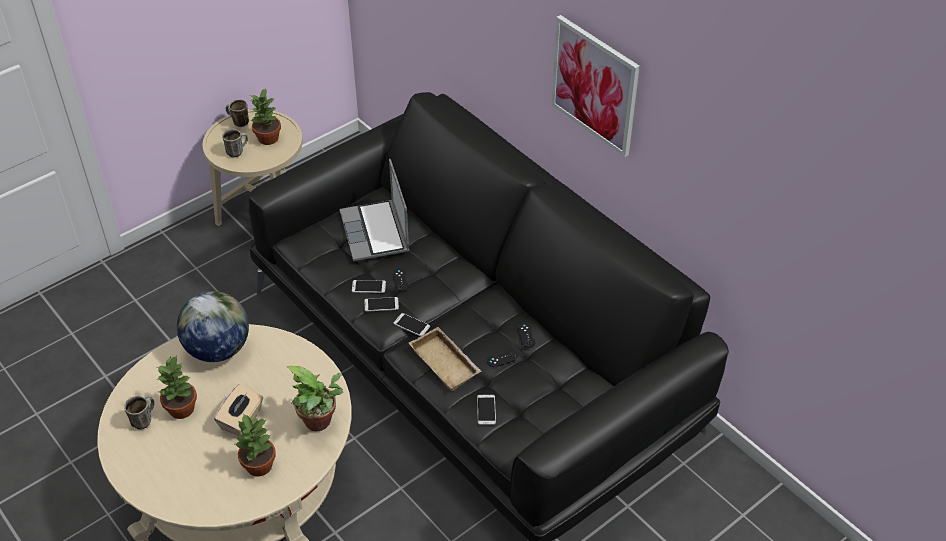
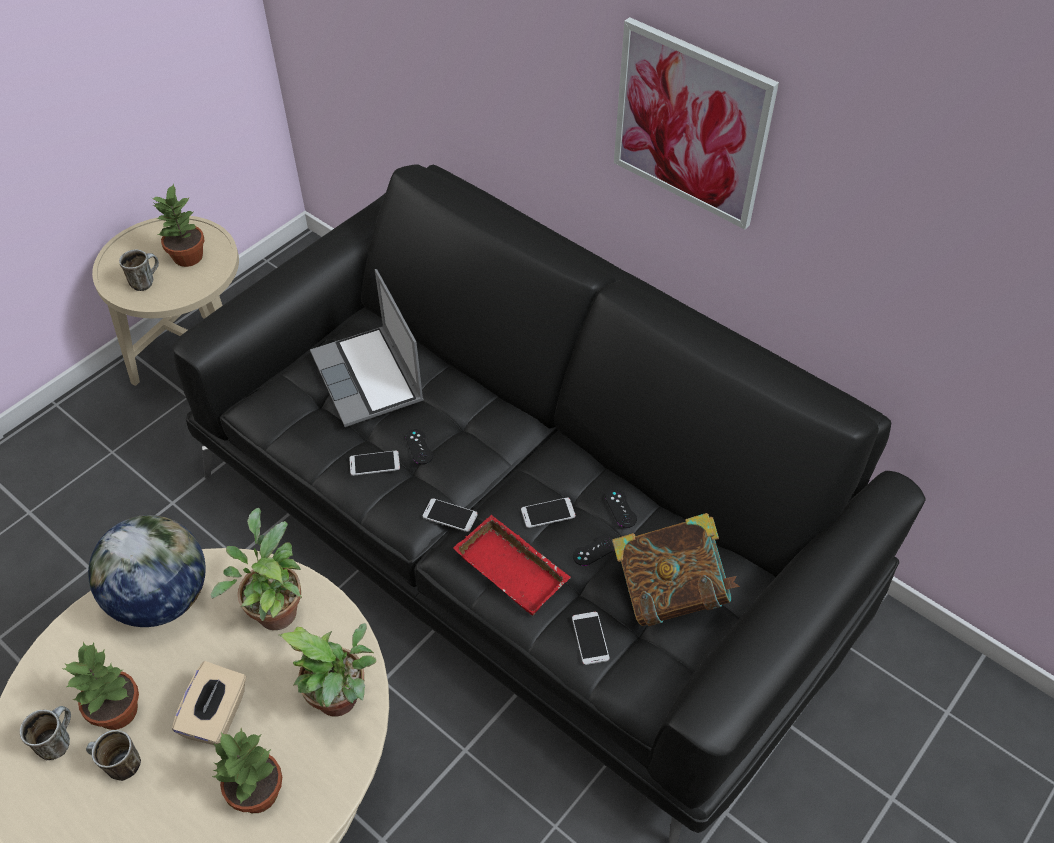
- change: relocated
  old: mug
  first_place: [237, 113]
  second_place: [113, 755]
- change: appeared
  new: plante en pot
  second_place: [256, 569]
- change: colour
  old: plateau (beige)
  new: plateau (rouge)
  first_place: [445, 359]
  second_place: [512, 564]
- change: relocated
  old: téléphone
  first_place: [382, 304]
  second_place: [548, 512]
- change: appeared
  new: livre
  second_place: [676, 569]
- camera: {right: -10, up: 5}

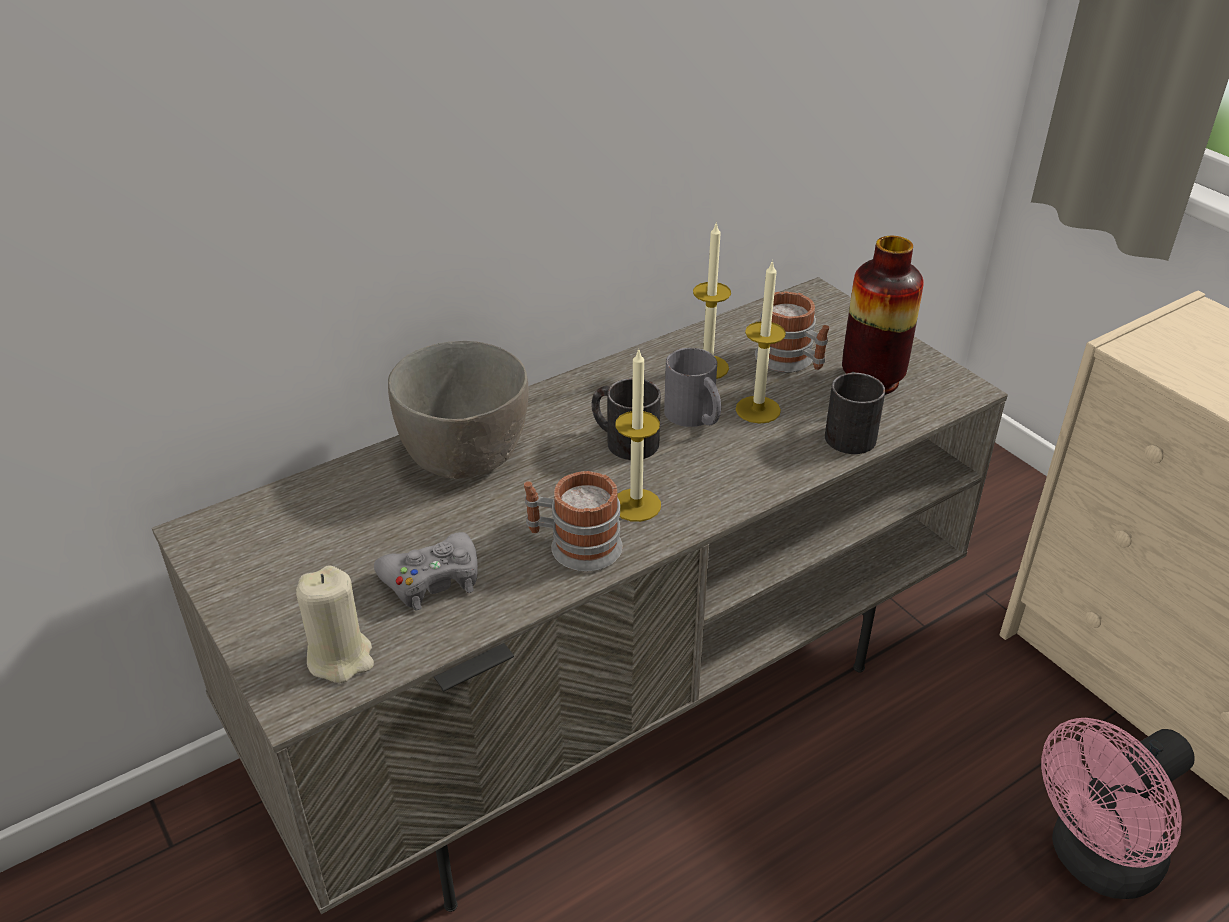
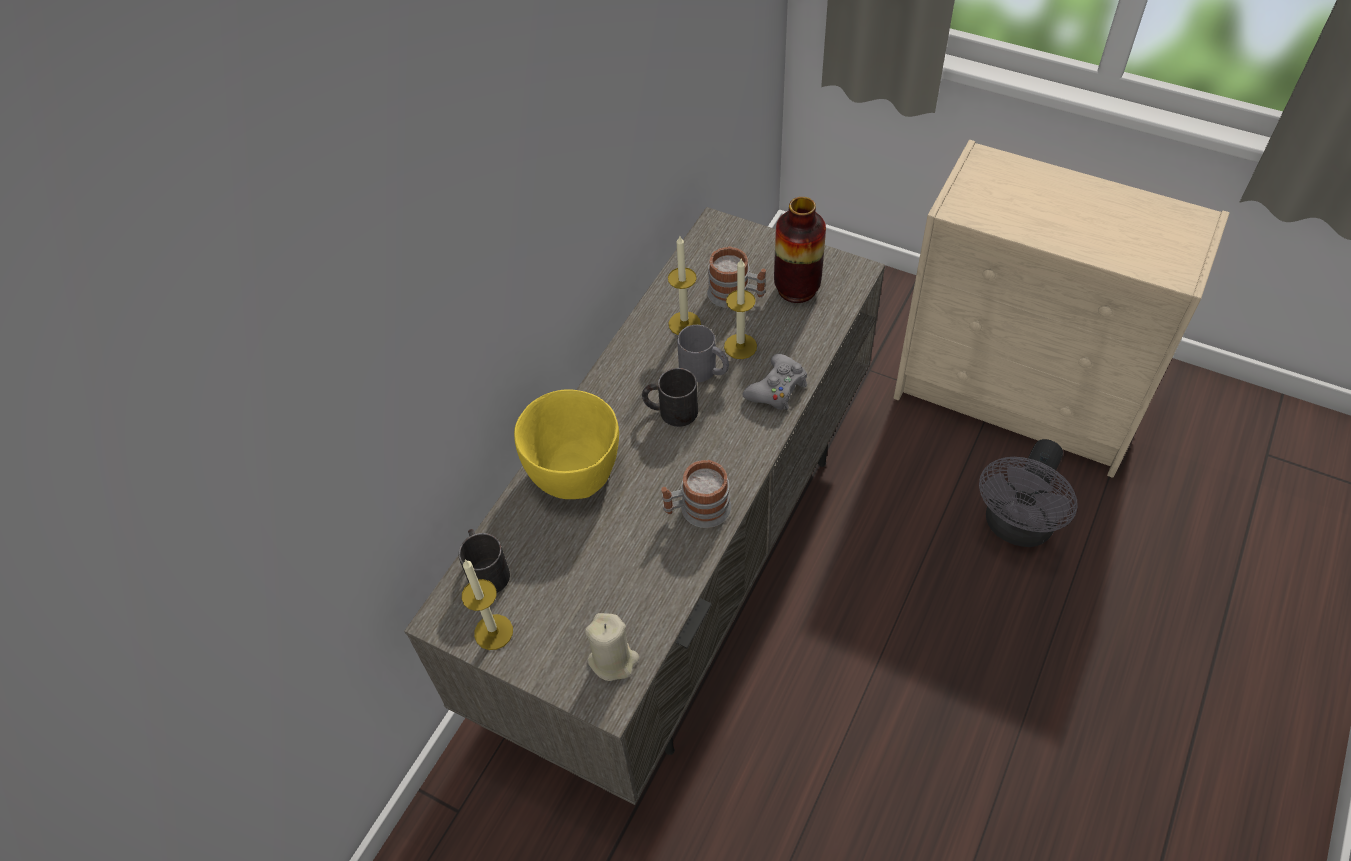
- change: relocated
  old: mug (noir)
  first_place: [855, 413]
  second_place: [484, 561]
- change: relocated
  old: bougie
  first_place: [638, 435]
  second_place: [487, 604]
- change: colour
  old: bol (gris)
  new: bol (jaune)
  first_place: [458, 410]
  second_place: [566, 444]
- change: relocated
  old: manette (gris)
  first_place: [426, 571]
  second_place: [774, 381]
- change: colour
  old: ventilateur (rose)
  new: ventilateur (gris)
  first_place: [1118, 808]
  second_place: [1028, 493]
- camera: {right: -25, up: 15}

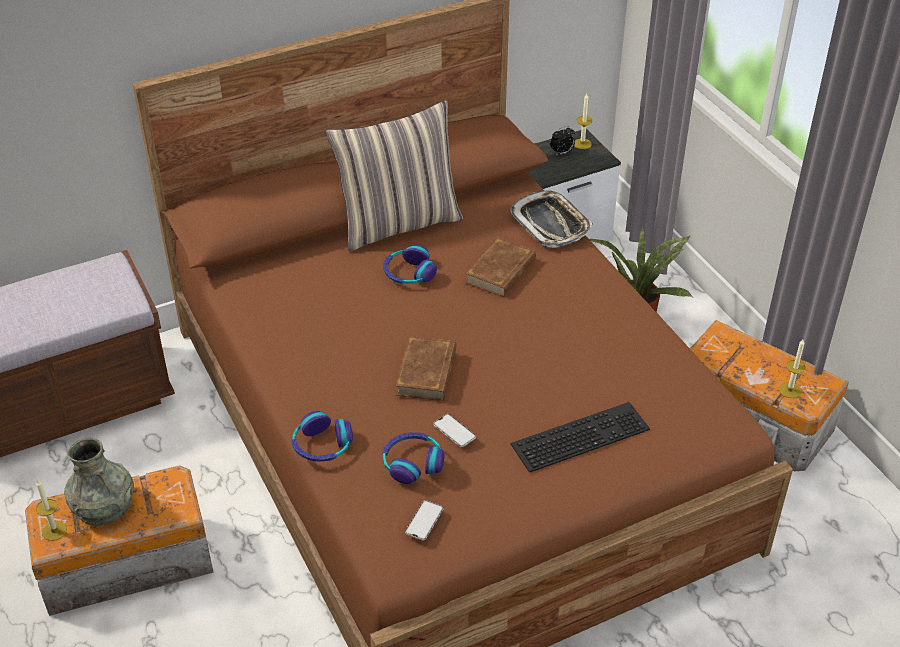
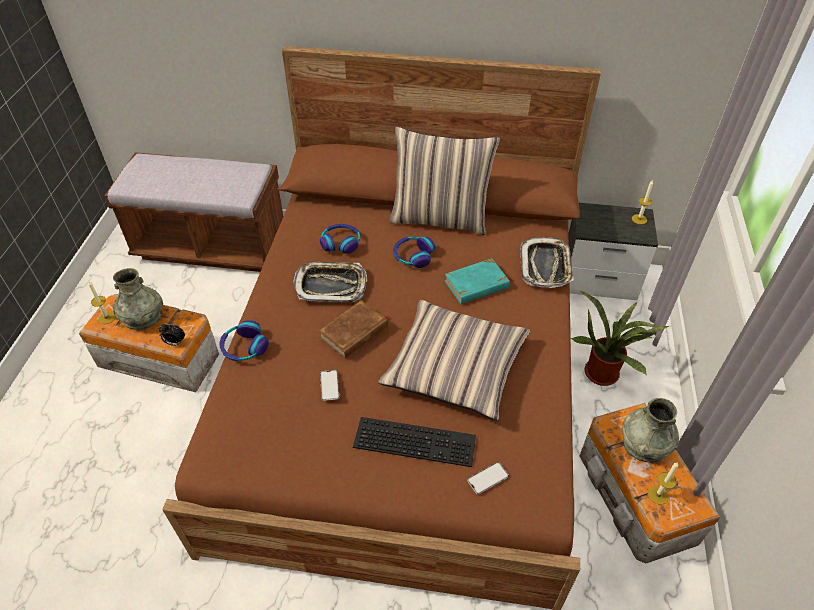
- change: relocated
  old: réveil
  first_place: [562, 141]
  second_place: [171, 335]
- change: appeared
  new: plateau
  second_place: [330, 282]
- change: relocated
  old: casque audio
  first_place: [413, 458]
  second_place: [340, 239]
- change: appeared
  new: coussin
  second_place: [454, 360]
- change: colour
  old: livre (marron)
  new: livre (turquoise)
  first_place: [500, 267]
  second_place: [479, 281]
- change: relocated
  old: téléphone
  first_place: [424, 520]
  second_place: [488, 478]
- change: appeared
  new: vase (gris)
  second_place: [650, 430]
- camera: {right: 35, up: 5}

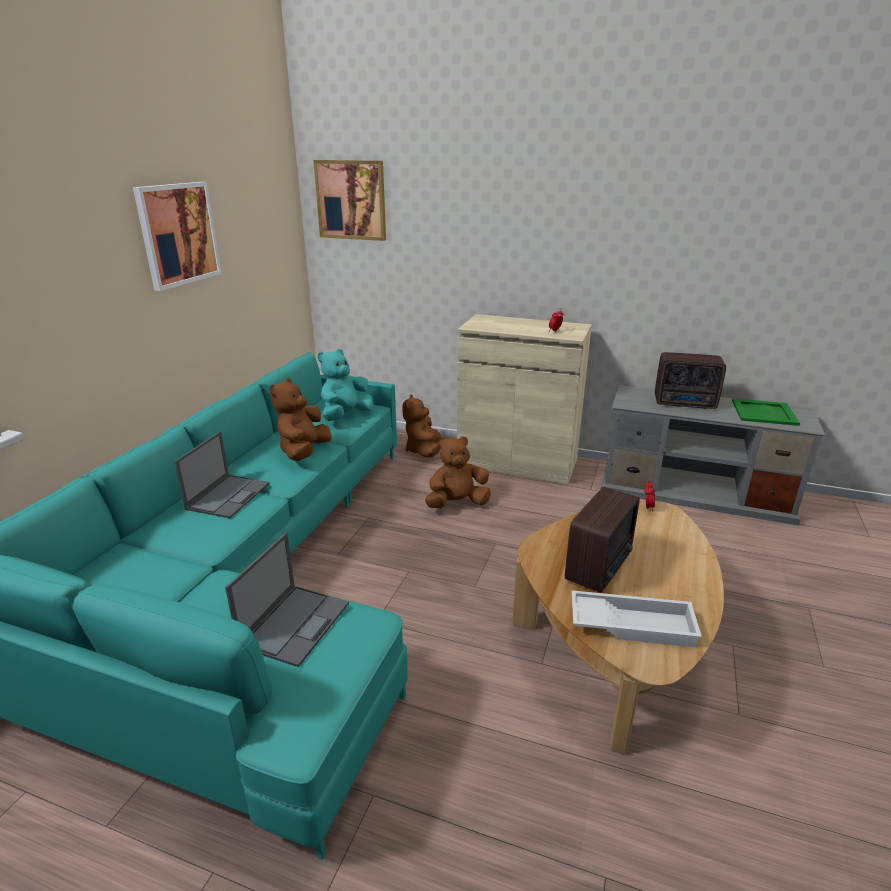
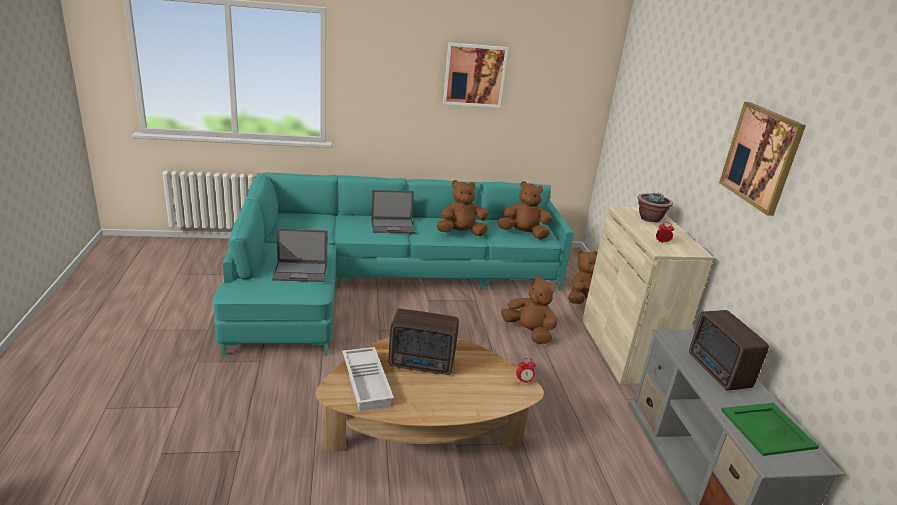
- change: colour
  old: peluche (turquoise)
  new: peluche (marron)
  first_place: [345, 385]
  second_place: [524, 210]
- change: appeared
  new: plante en pot
  second_place: [655, 207]
- change: relocated
  old: tableau
  first_place: [349, 200]
  second_place: [762, 159]
- camera: {right: 60, up: 0}

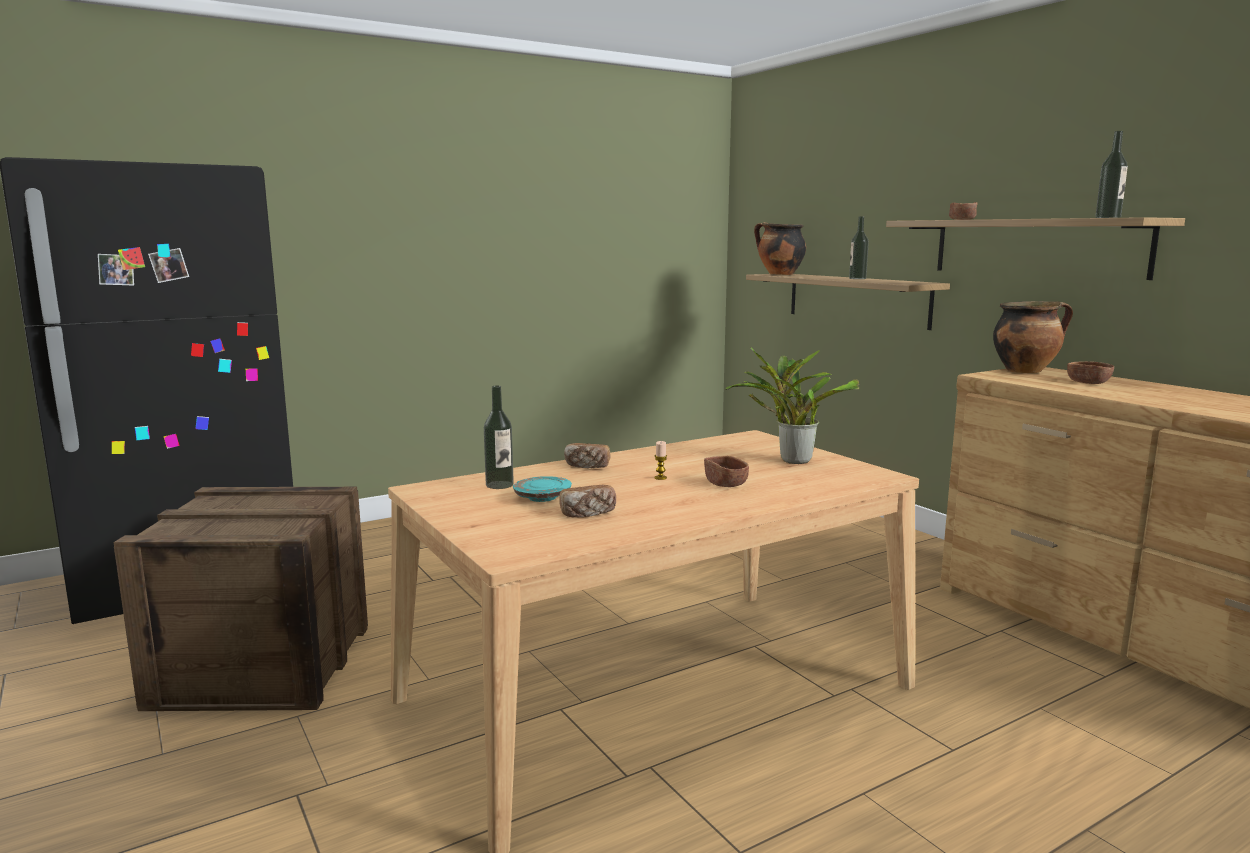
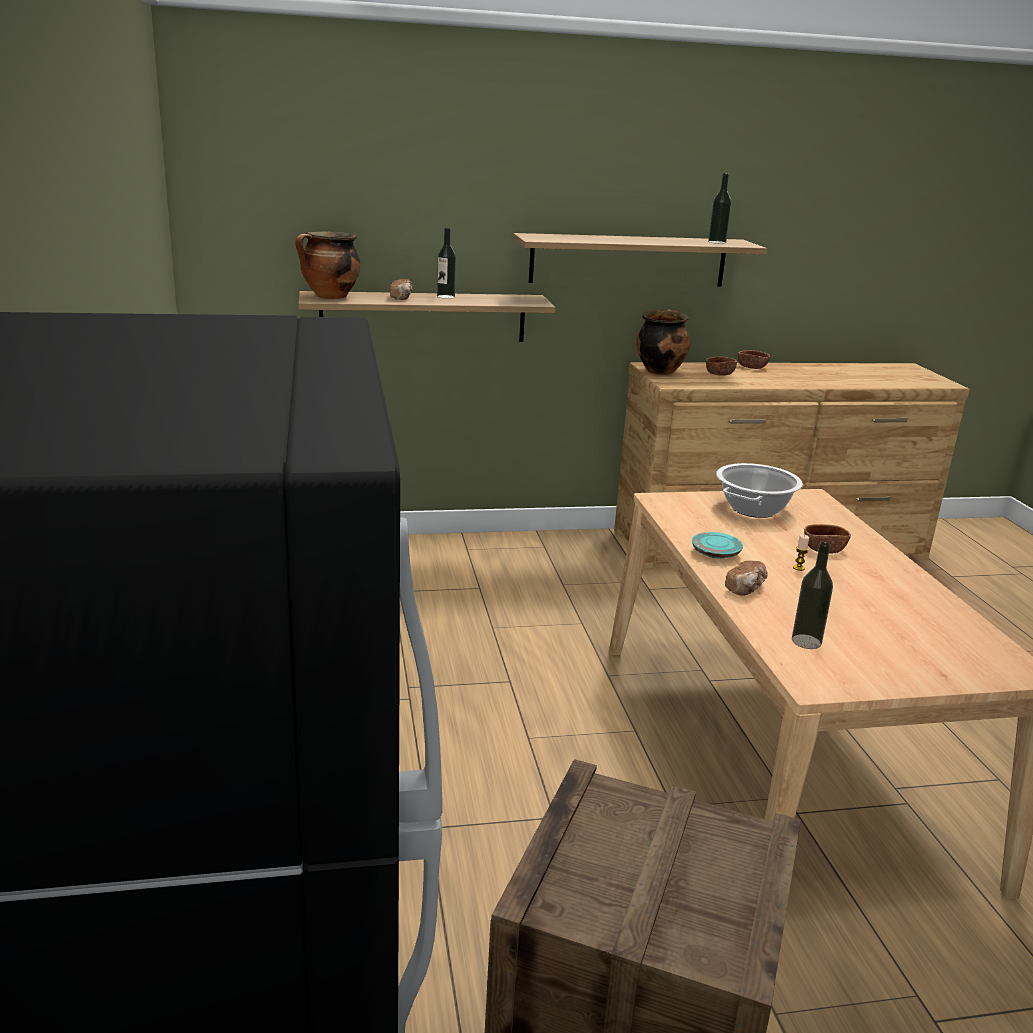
- change: relocated
  old: pain
  first_place: [587, 501]
  second_place: [401, 289]
- change: relocated
  old: assiette (turquoise)
  first_place: [542, 489]
  second_place: [717, 545]
- change: exchanged
  old: plante en pot
  new: marmite
  first_place: [792, 405]
  second_place: [759, 490]
- change: relocated
  old: bol (marron)
  first_place: [963, 211]
  second_place: [754, 359]
- camera: {right: -70, up: 10}

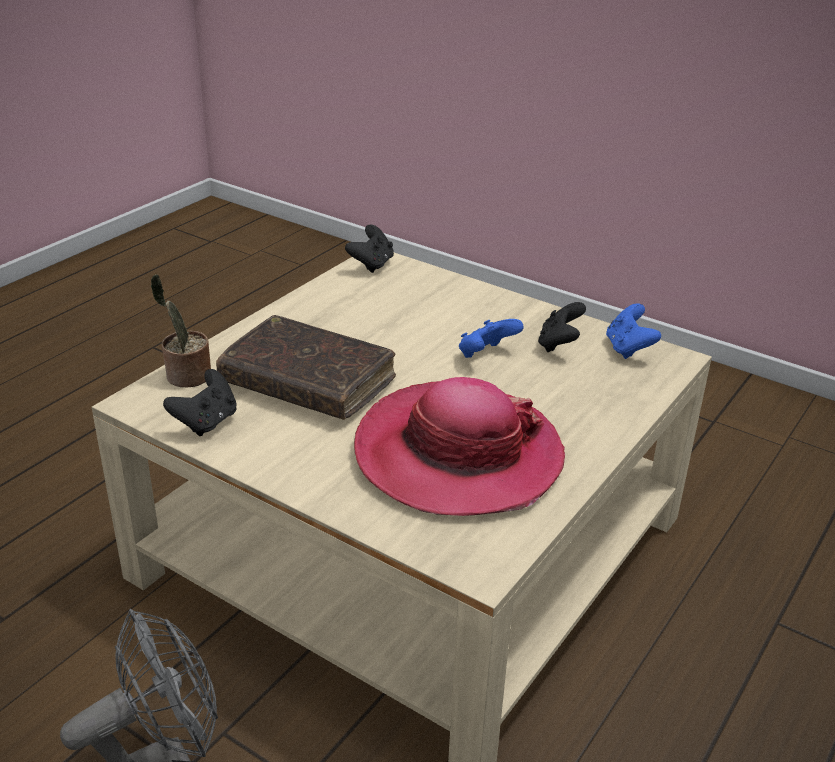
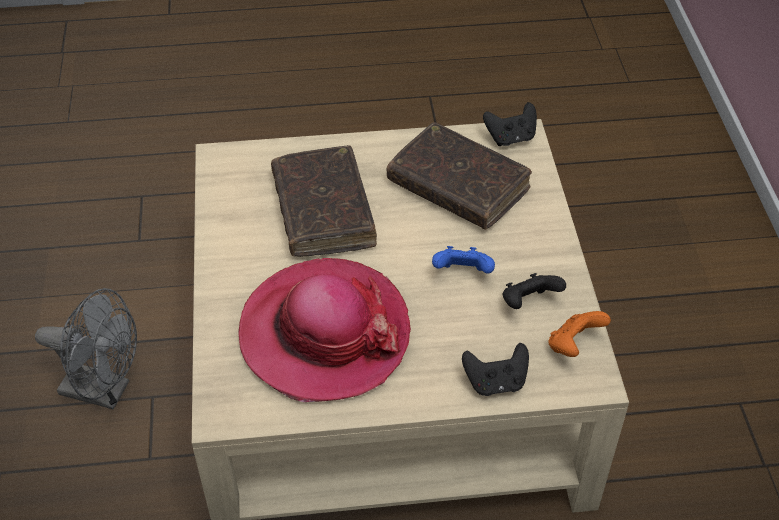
- change: appeared
  new: livre (marron)
  second_place: [459, 176]
- change: relocated
  old: manette (noir)
  first_place: [200, 402]
  second_place: [495, 369]
- change: colour
  old: manette (bleu)
  new: manette (orange)
  first_place: [633, 331]
  second_place: [579, 334]
- change: missing
  old: plante en pot
  first_place: [181, 330]
- camera: {right: 50, up: 15}

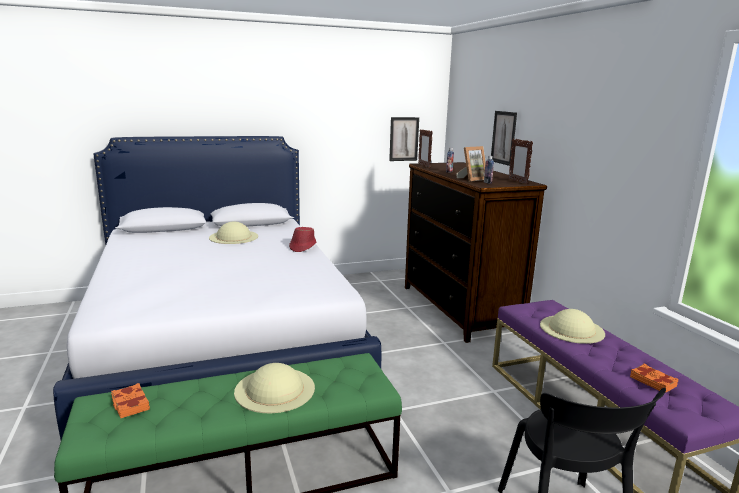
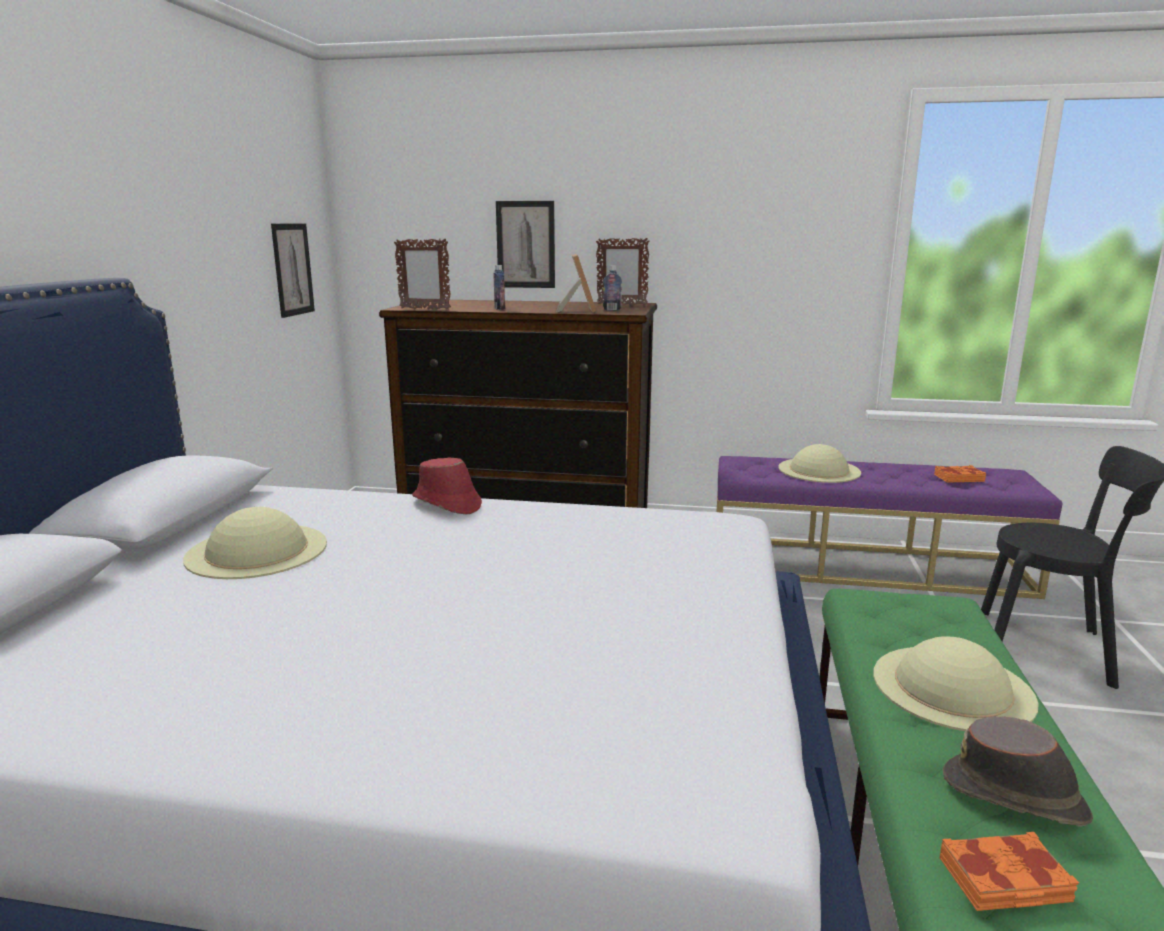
- change: appeared
  new: chapeau (marron)
  second_place: [1018, 771]
- camera: {right: -60, up: 0}

